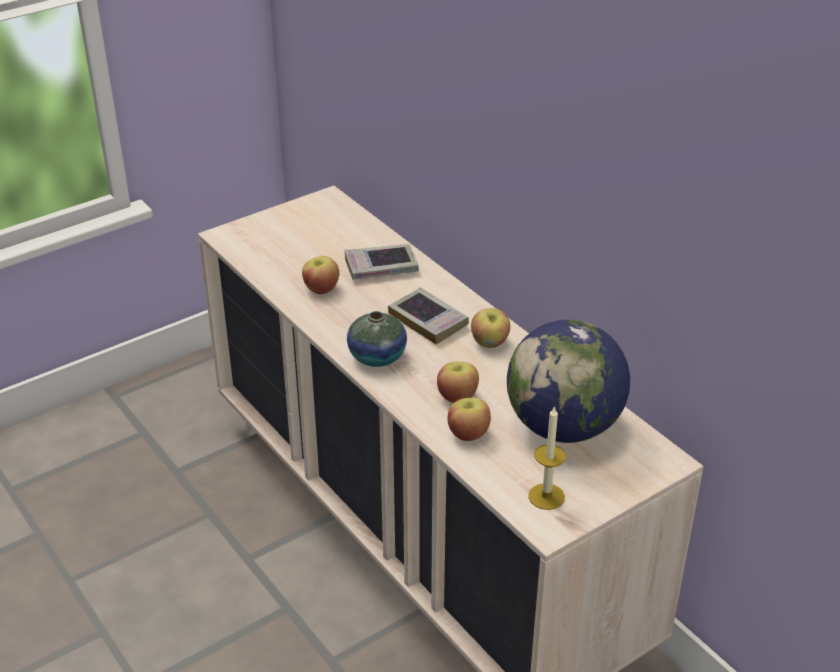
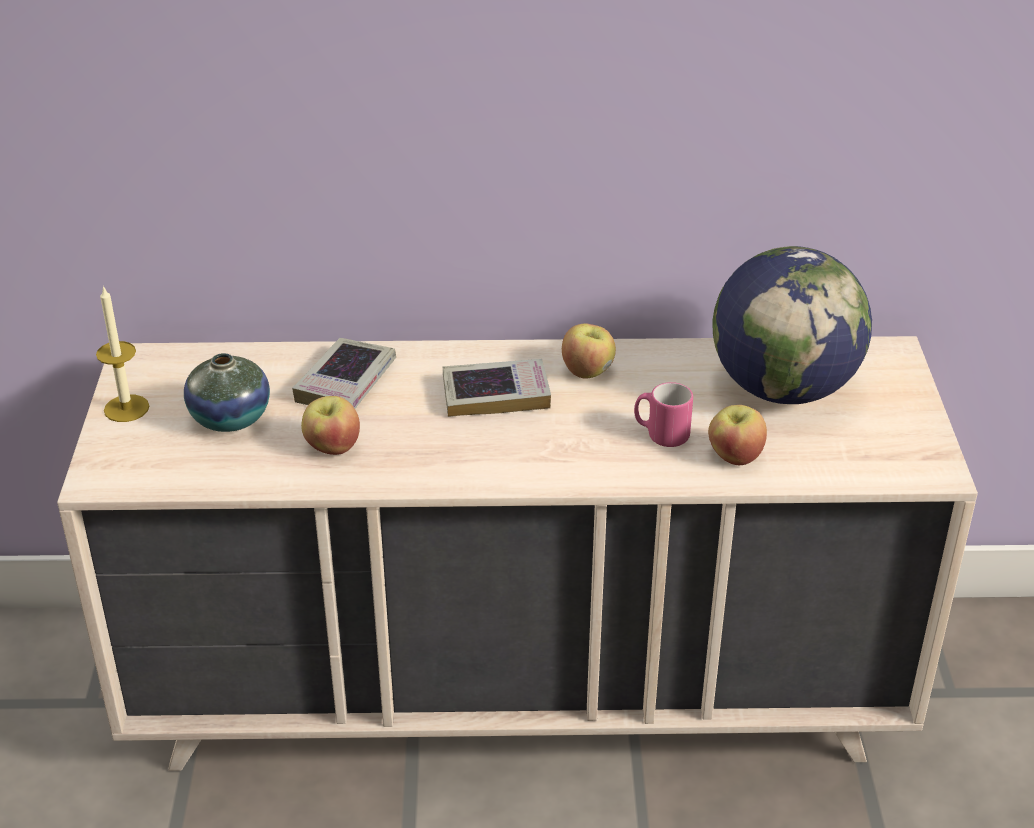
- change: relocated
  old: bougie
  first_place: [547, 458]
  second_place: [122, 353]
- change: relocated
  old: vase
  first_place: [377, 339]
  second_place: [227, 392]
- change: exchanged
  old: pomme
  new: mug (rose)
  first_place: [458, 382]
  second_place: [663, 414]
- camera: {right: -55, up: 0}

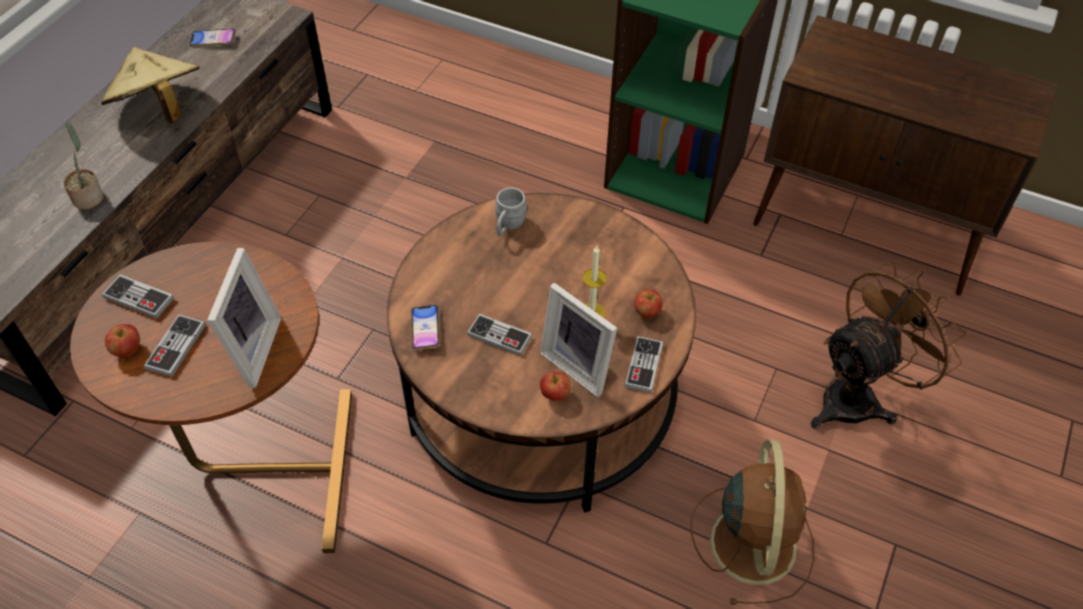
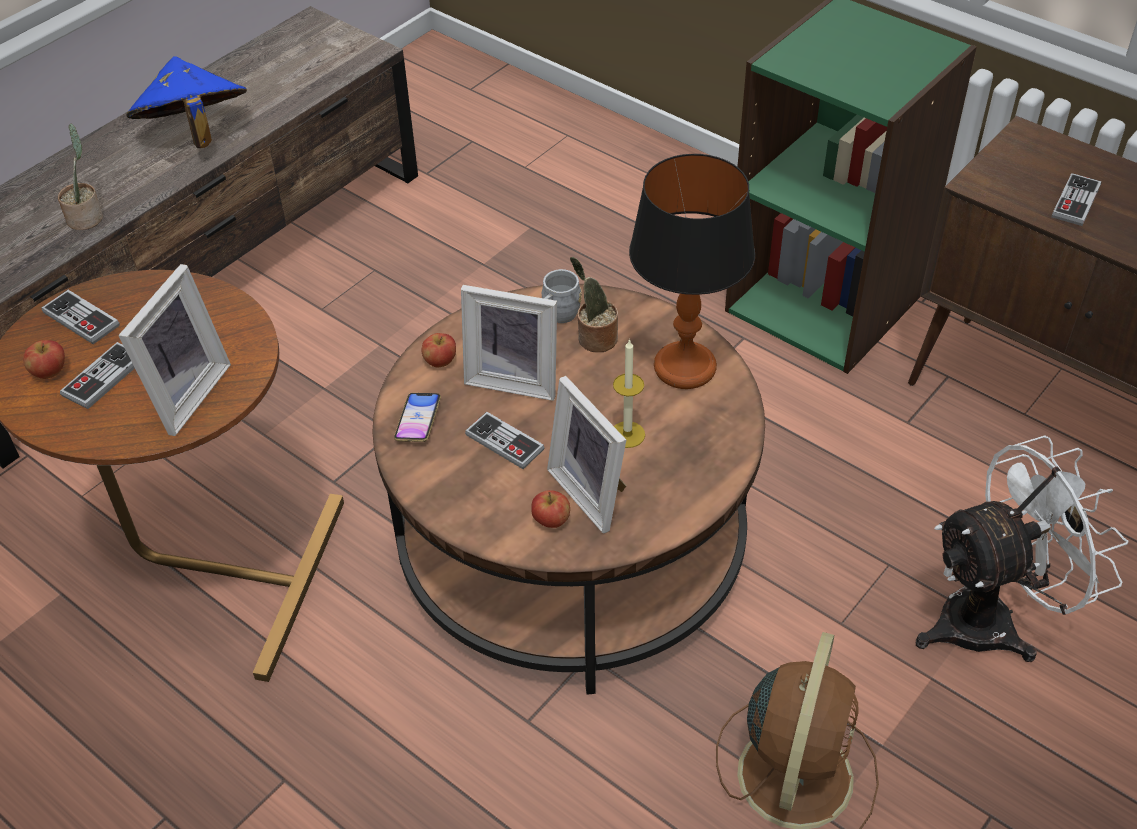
- change: colour
  old: chapeau (beige)
  new: chapeau (bleu)
  first_place: [150, 85]
  second_place: [186, 102]
- change: relocated
  old: pomme
  first_place: [648, 304]
  second_place: [438, 350]
- change: appeared
  new: cadre photo
  second_place: [509, 343]
- change: appeared
  new: plante en pot
  second_place: [594, 304]
- change: appeared
  new: lampe de table
  second_place: [692, 271]
- change: colour
  old: ventilateur (marron)
  new: ventilateur (blanc)
  first_place: [889, 345]
  second_place: [1022, 549]
- change: relocated
  old: manette
  first_place: [644, 364]
  second_place: [1077, 199]
- change: missing
  old: téléphone
  first_place: [212, 37]
- camera: {right: 15, up: -5}

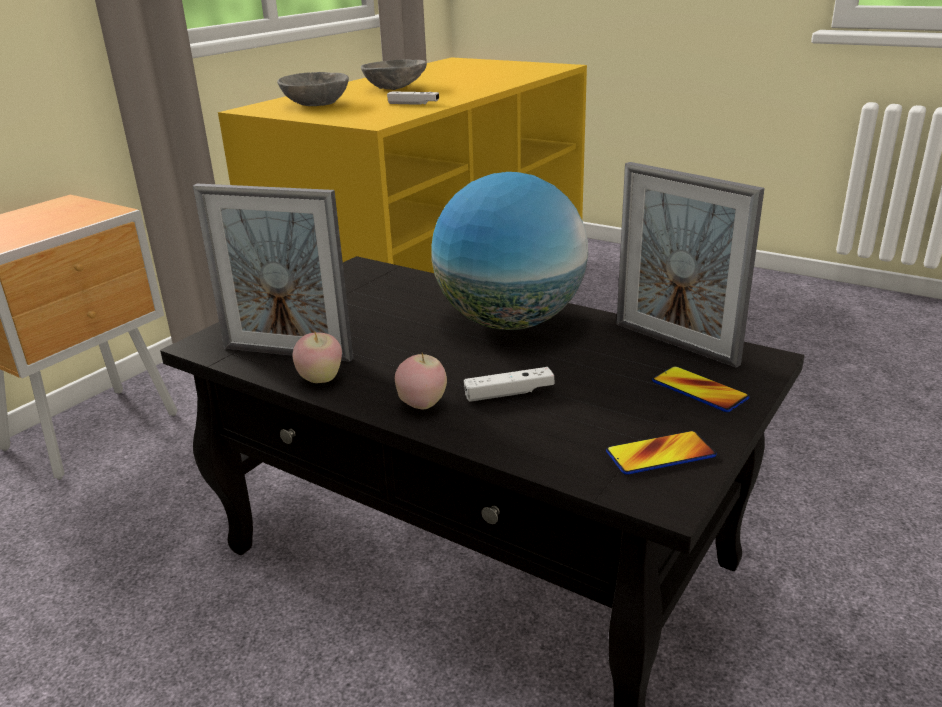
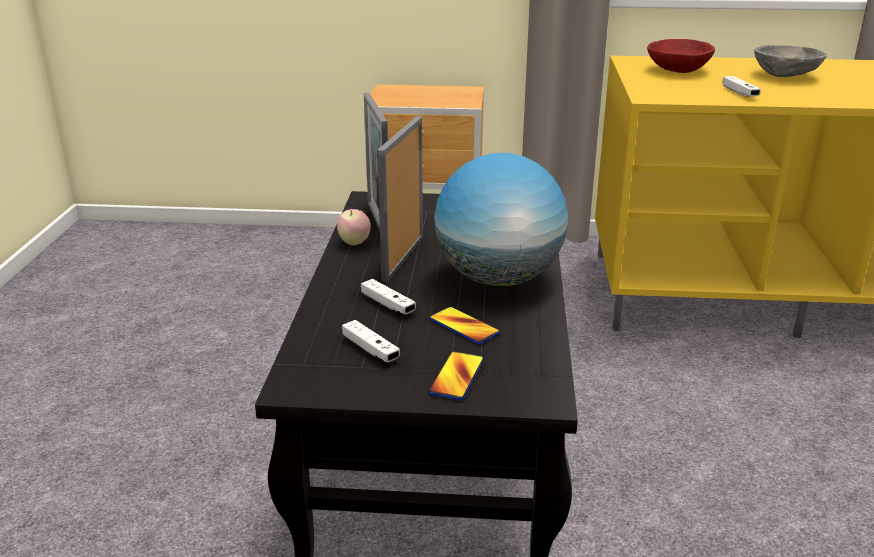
- change: appeared
  new: manette (blanc)
  second_place: [371, 341]
- change: relocated
  old: cadre photo
  first_place: [690, 265]
  second_place: [400, 199]
- change: relocated
  old: téléphone
  first_place: [661, 453]
  second_place: [464, 325]
- change: colour
  old: bol (gris)
  new: bol (rouge)
  first_place: [313, 89]
  second_place: [681, 56]
- change: missing
  old: pomme
  first_place: [421, 381]
- camera: {right: 60, up: 0}

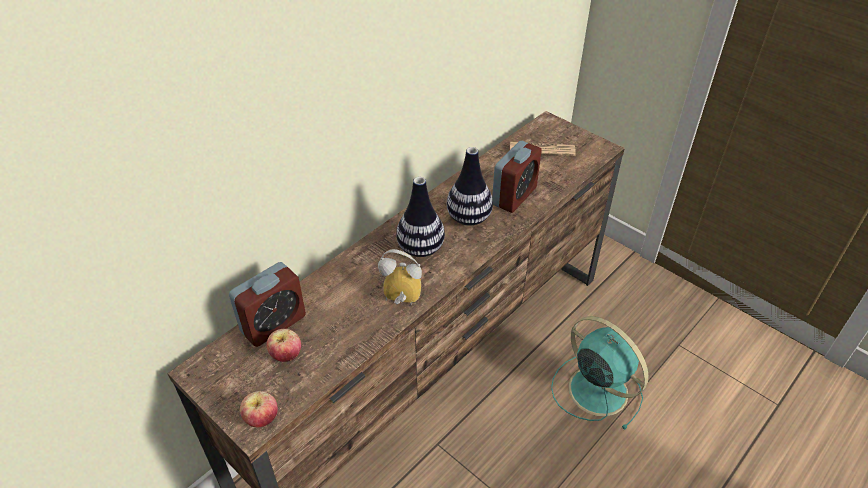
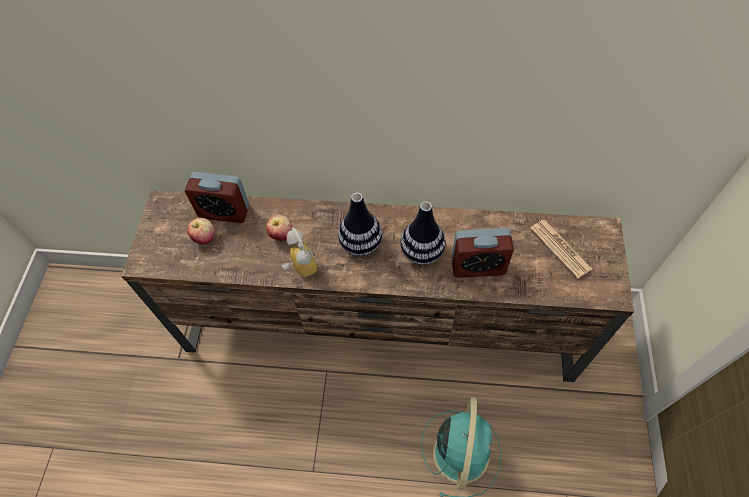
- change: relocated
  old: pomme
  first_place: [259, 409]
  second_place: [279, 228]
- camera: {right: 55, up: 15}

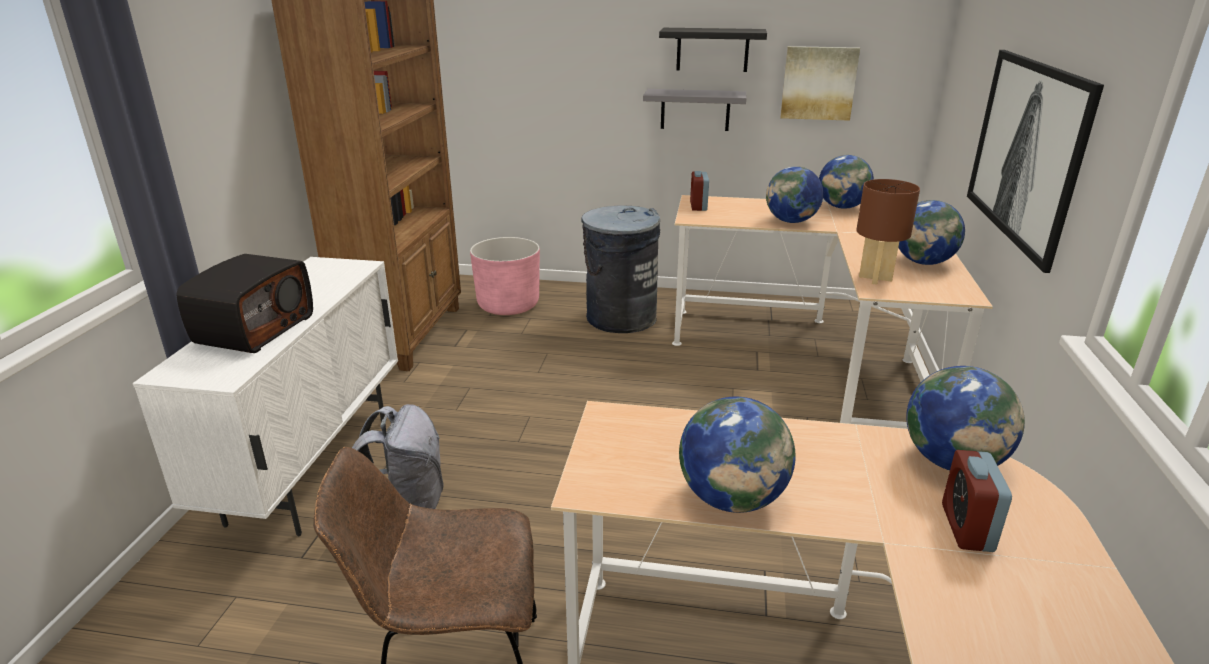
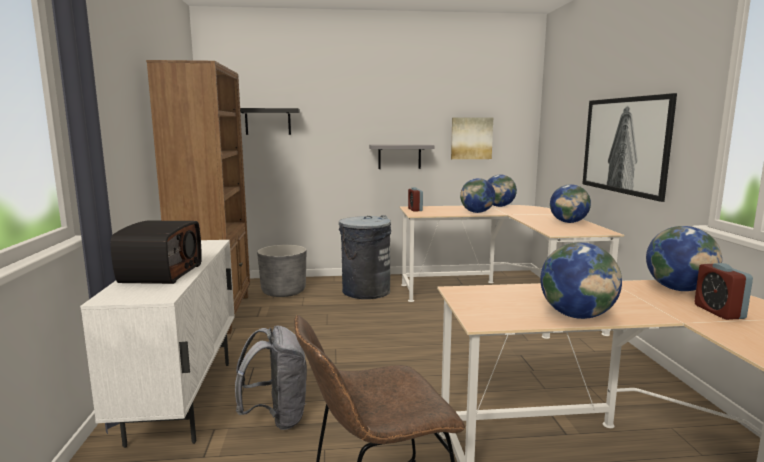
- change: relocated
  old: étagère (noir)
  first_place: [713, 50]
  second_place: [270, 121]
- change: colour
  old: cache-pot (rose)
  new: cache-pot (gris)
  first_place: [505, 276]
  second_place: [281, 271]
- change: missing
  old: lampe de table (marron)
  first_place: [888, 232]
- camera: {right: -15, up: -15}

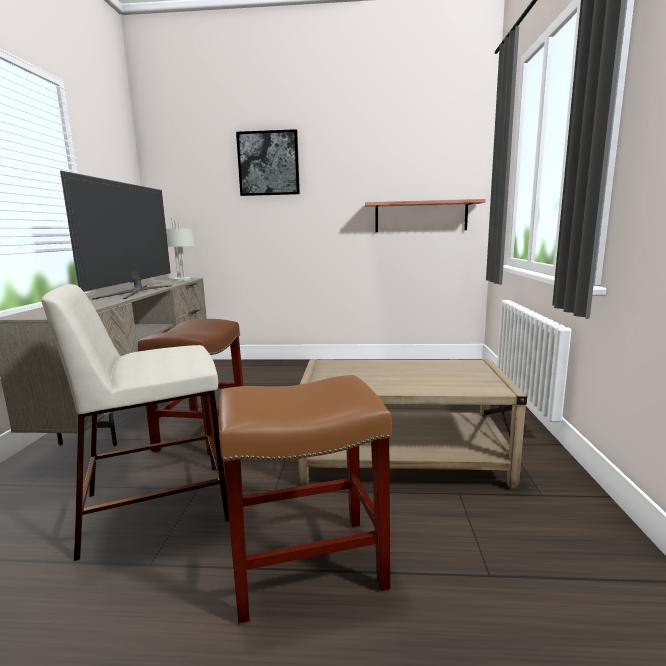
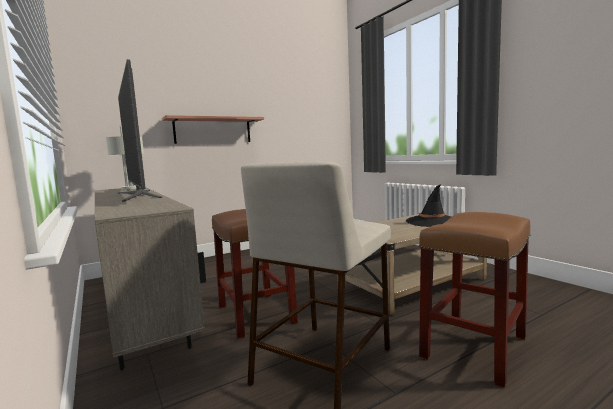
- change: relocated
  old: étagère
  first_place: [425, 215]
  second_place: [213, 129]
- change: appeared
  new: chapeau (noir)
  second_place: [428, 206]
- change: missing
  old: tableau
  first_place: [268, 162]
- camera: {right: -35, up: -5}

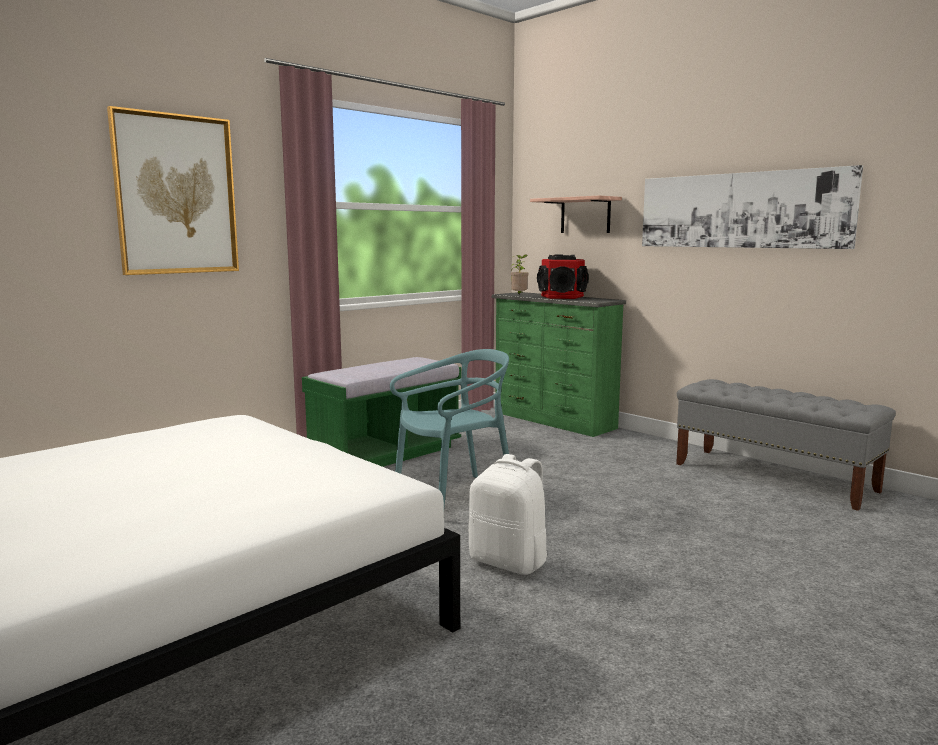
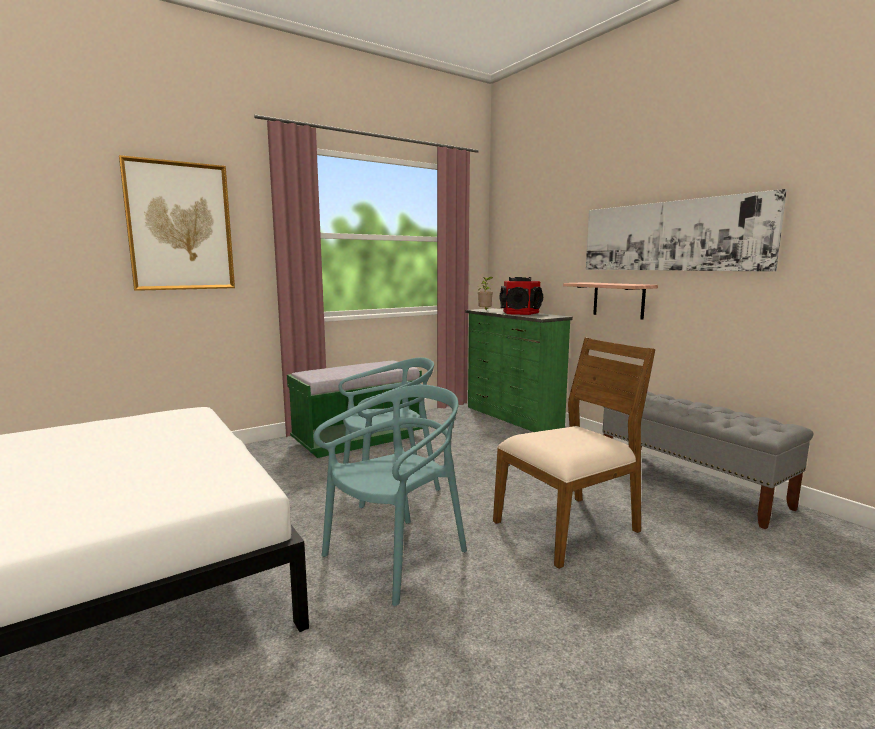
- change: exchanged
  old: sac à dos (blanc)
  new: chaise (turquoise)
  first_place: [507, 514]
  second_place: [390, 495]
- change: appeared
  new: chaise (marron)
  second_place: [574, 453]
- change: relocated
  old: étagère
  first_place: [576, 214]
  second_place: [610, 300]
- camera: {right: 10, up: 0}

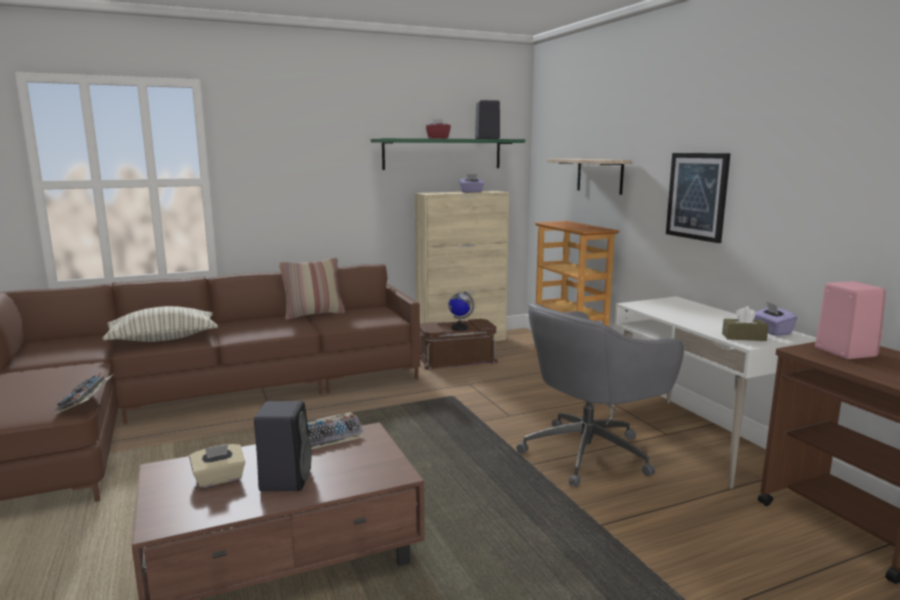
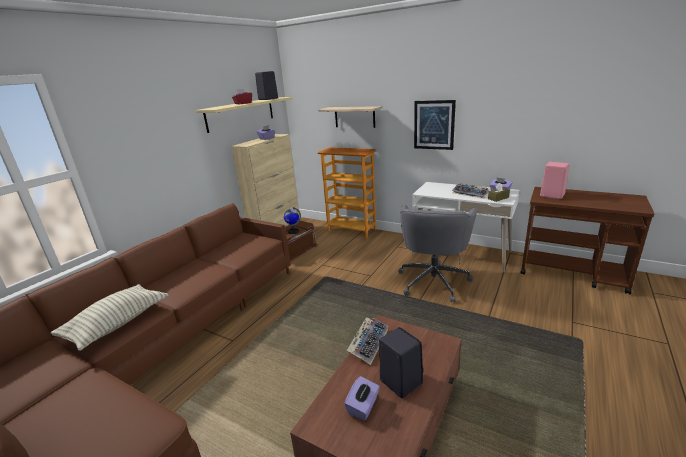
- change: colour
  old: étagère (vert)
  new: étagère (beige)
  first_place: [448, 154]
  second_place: [244, 115]
- change: colour
  old: boîte à mouchoirs (beige)
  new: boîte à mouchoirs (violet)
  first_place: [217, 466]
  second_place: [362, 398]
- change: relocated
  old: clavier
  first_place: [84, 394]
  second_place: [471, 191]
- change: missing
  old: coussin
  first_place: [312, 289]
- camera: {right: -35, up: 10}

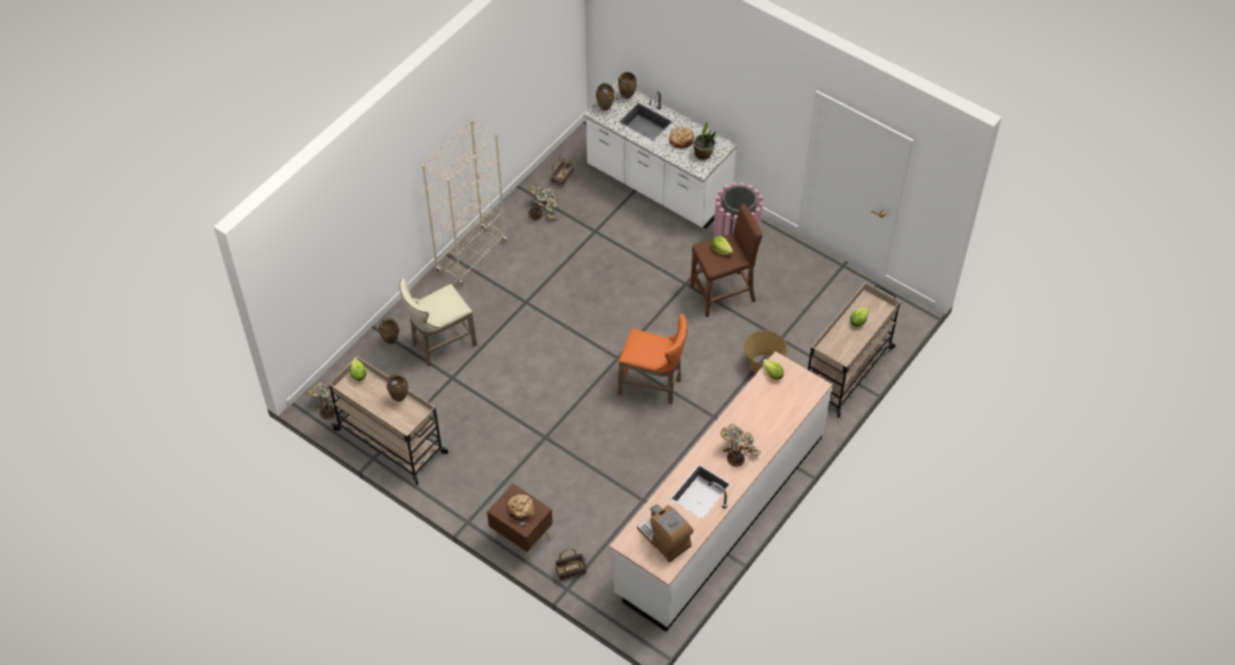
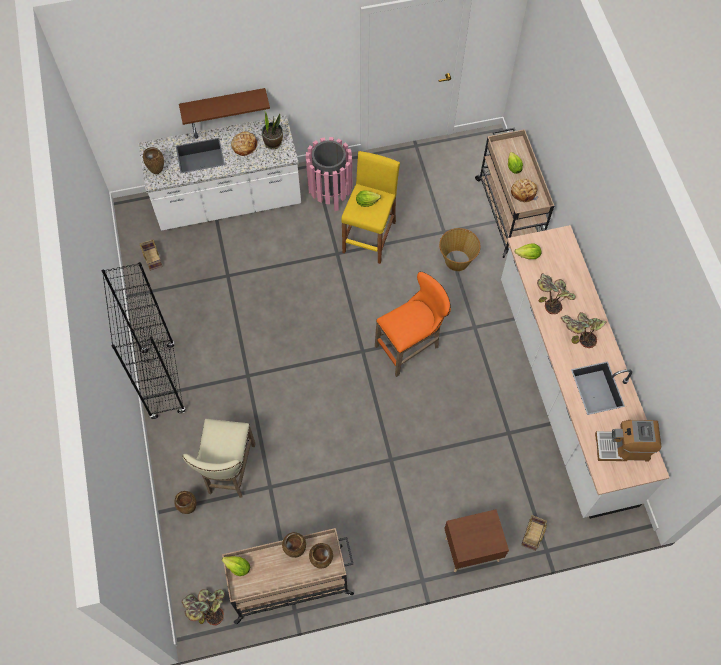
- change: colour
  old: bibliothèque (beige)
  new: bibliothèque (noir)
  first_place: [464, 202]
  second_place: [144, 340]
- change: appeared
  new: étagère (marron)
  second_place: [224, 106]
- change: relocated
  old: vase (marron)
  first_place: [627, 85]
  second_place: [321, 555]
- change: colour
  old: tabouret (marron)
  new: tabouret (jaune)
  first_place: [726, 260]
  second_place: [370, 207]
- change: relocated
  old: pain
  first_place: [521, 509]
  second_place: [524, 190]
- change: relocated
  old: plante en pot
  first_place: [542, 202]
  second_place: [556, 293]
- camera: {right: -50, up: 10}

